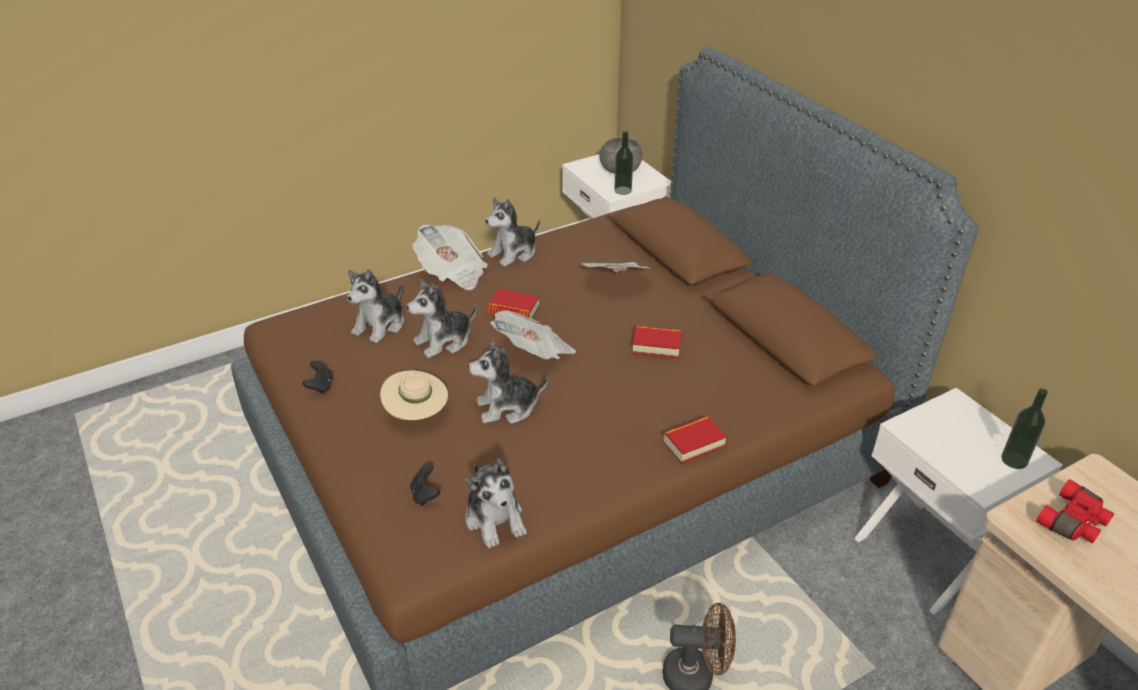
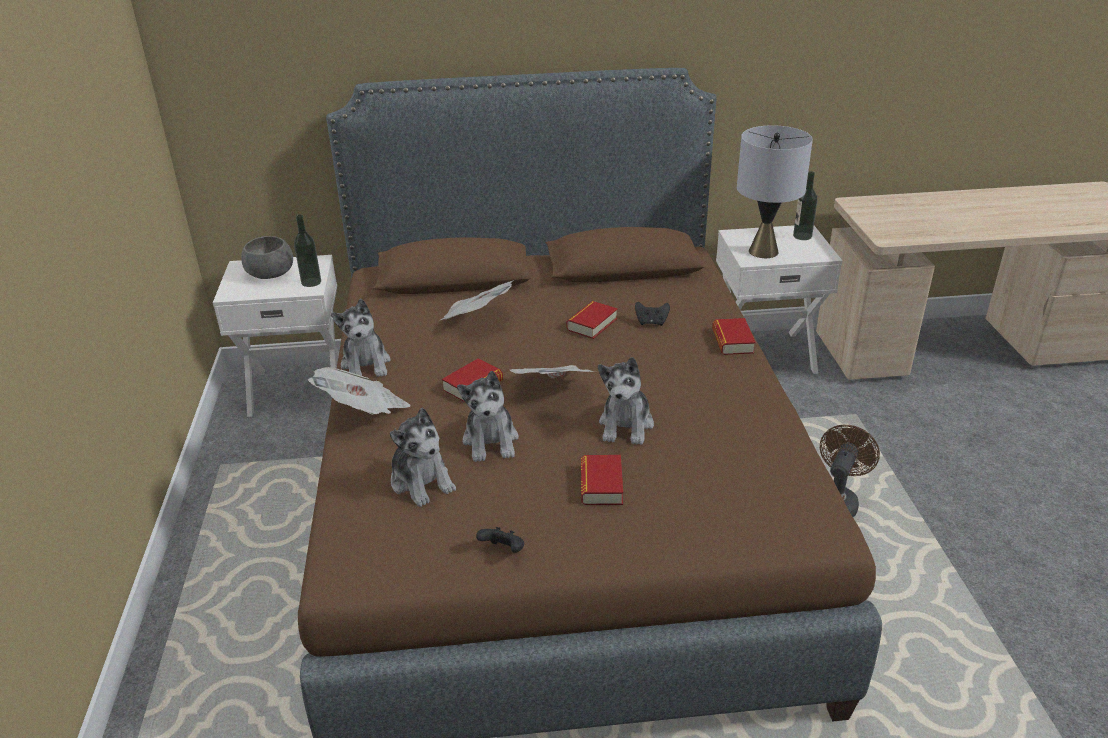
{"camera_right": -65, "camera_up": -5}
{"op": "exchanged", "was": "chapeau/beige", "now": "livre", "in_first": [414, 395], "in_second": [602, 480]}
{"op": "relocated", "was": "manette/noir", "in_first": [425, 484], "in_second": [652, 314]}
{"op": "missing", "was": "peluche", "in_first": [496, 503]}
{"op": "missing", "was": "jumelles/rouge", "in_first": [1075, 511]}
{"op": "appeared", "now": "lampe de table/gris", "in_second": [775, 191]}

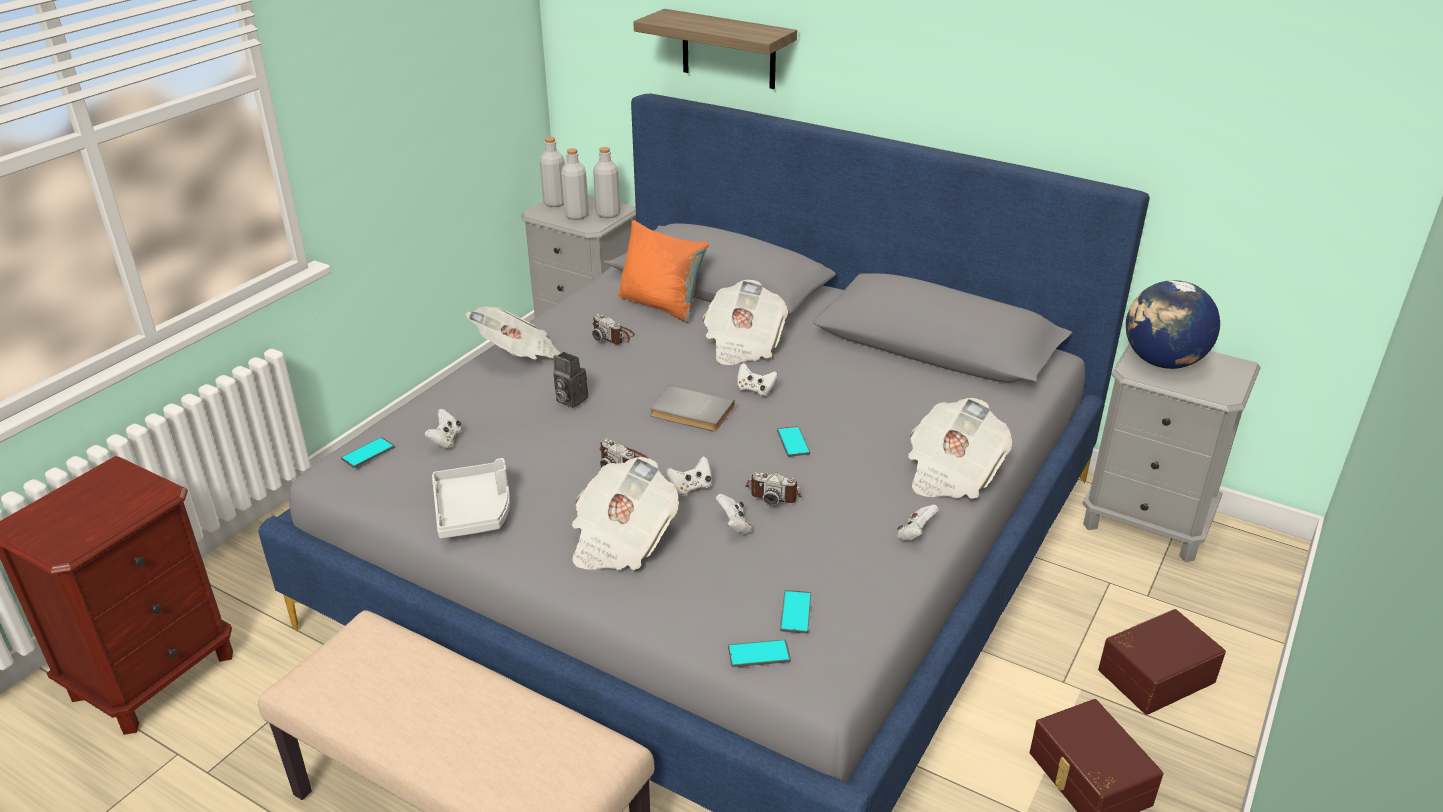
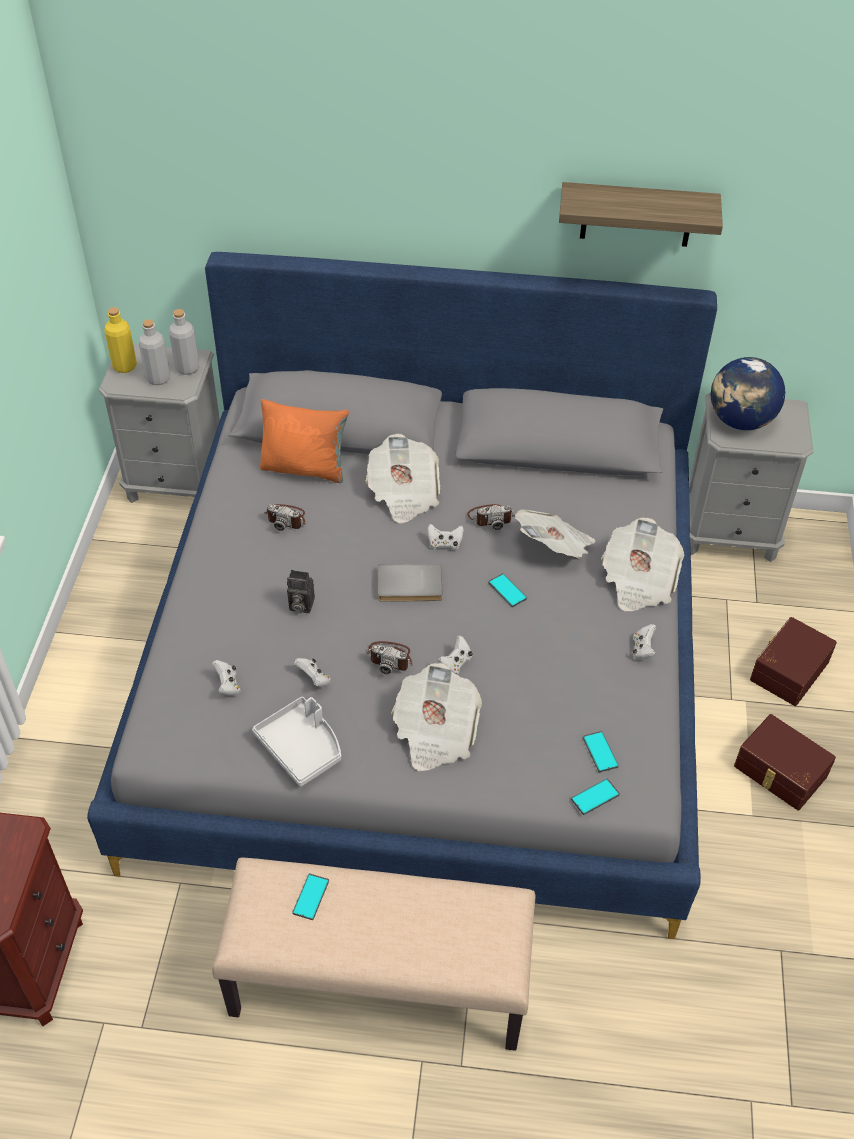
{"camera_right": -25, "camera_up": 15}
{"op": "relocated", "was": "téléphone", "in_first": [368, 452], "in_second": [310, 896]}
{"op": "relocated", "was": "journal", "in_first": [513, 332], "in_second": [555, 533]}
{"op": "colour", "was": "bouteille/gris", "now": "bouteille/jaune", "in_first": [552, 172], "in_second": [120, 340]}
{"op": "relocated", "was": "étagère", "in_first": [715, 49], "in_second": [641, 214]}
{"op": "relocated", "was": "manette/blanc", "in_first": [734, 514], "in_second": [312, 672]}
{"op": "relocated", "was": "appareil photo", "in_first": [774, 489], "in_second": [491, 517]}

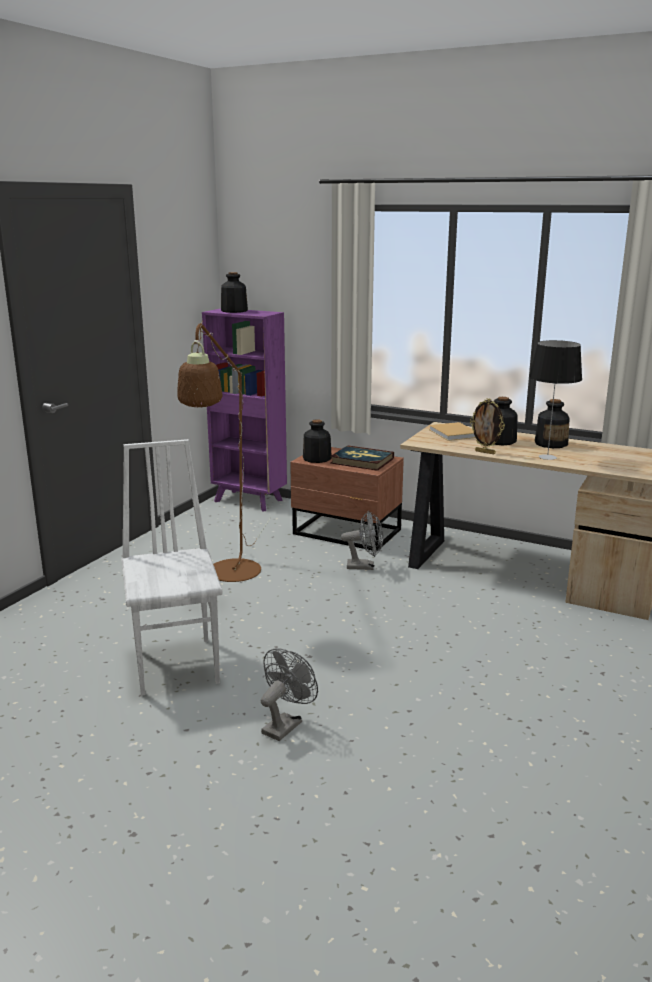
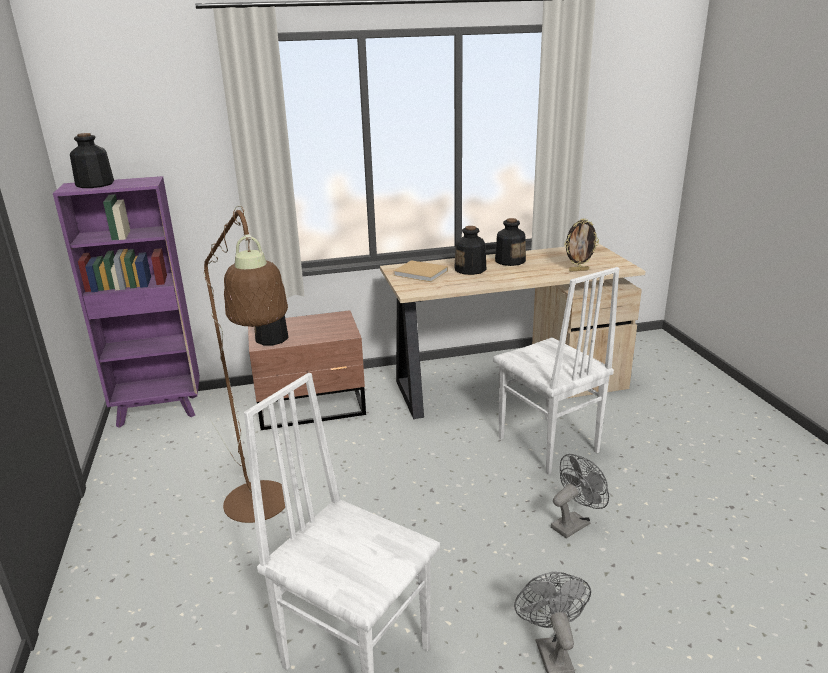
{"camera_right": -40, "camera_up": 5}
{"op": "missing", "was": "livre", "in_first": [362, 458]}
{"op": "relocated", "was": "ventilateur/gris", "in_first": [362, 540], "in_second": [580, 496]}
{"op": "relocated", "was": "cadre photo", "in_first": [487, 426], "in_second": [581, 245]}
{"op": "missing", "was": "lampe de table", "in_first": [555, 400]}
{"op": "appeared", "now": "chaise/blanc", "in_second": [556, 371]}

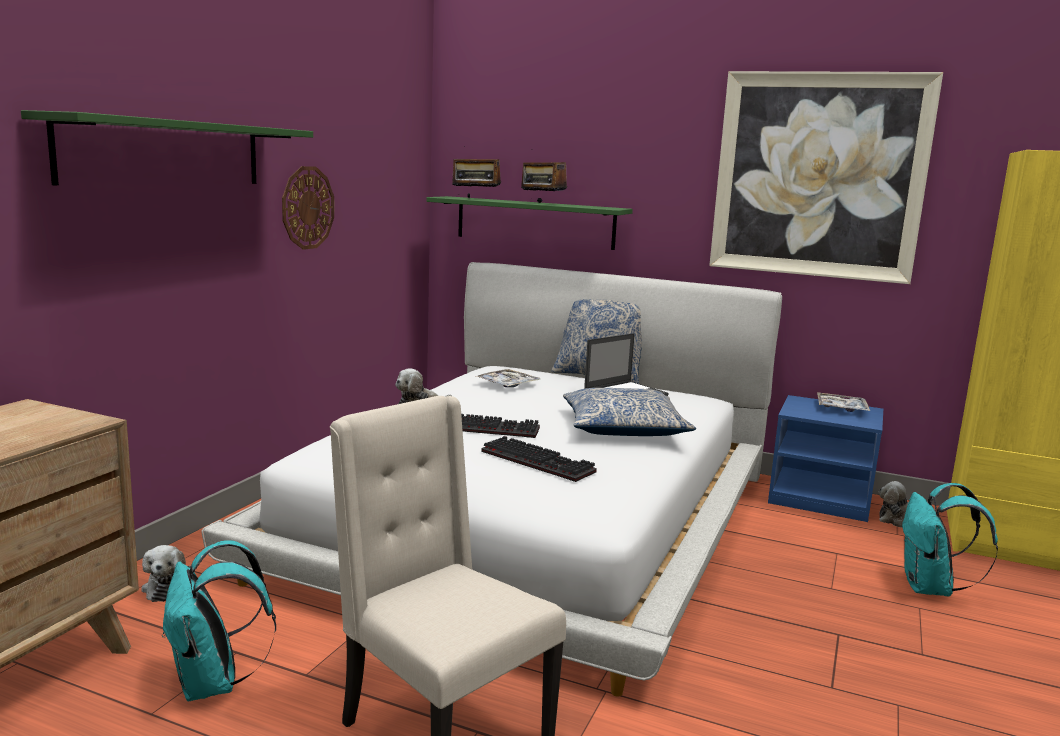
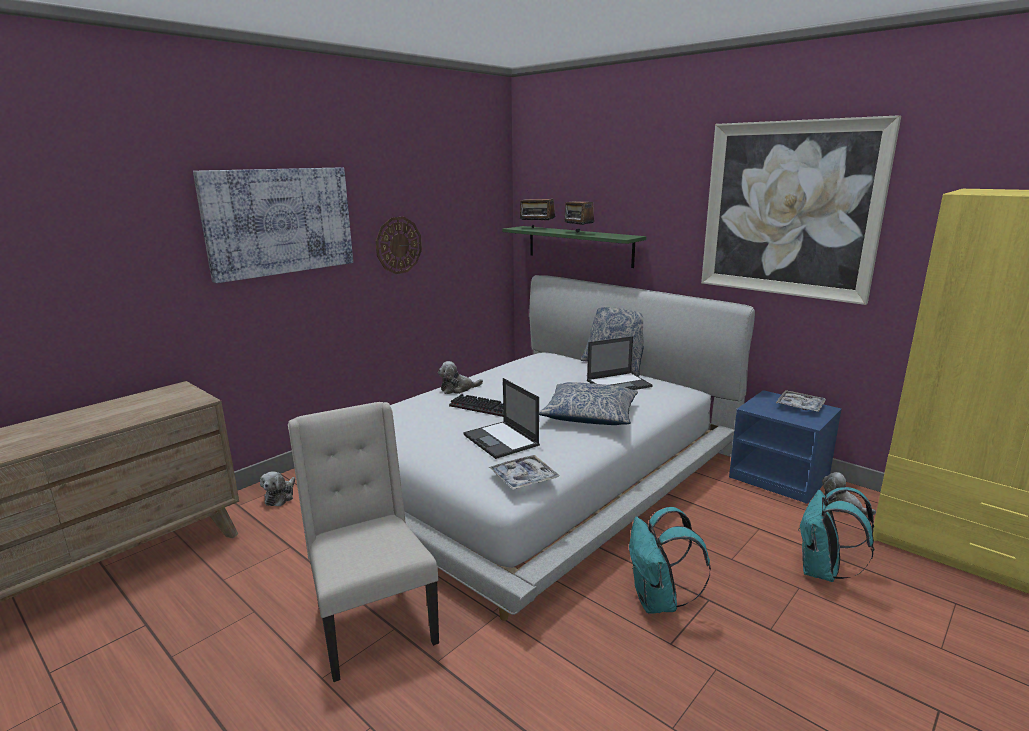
{"camera_right": 20, "camera_up": 5}
{"op": "exchanged", "was": "étagère/vert", "now": "tableau", "in_first": [167, 147], "in_second": [273, 225]}
{"op": "relocated", "was": "sac à dos/turquoise", "in_first": [219, 620], "in_second": [670, 560]}
{"op": "relocated", "was": "plateau", "in_first": [508, 378], "in_second": [524, 472]}
{"op": "exchanged", "was": "clavier", "now": "ordinateur portable", "in_first": [539, 459], "in_second": [501, 418]}

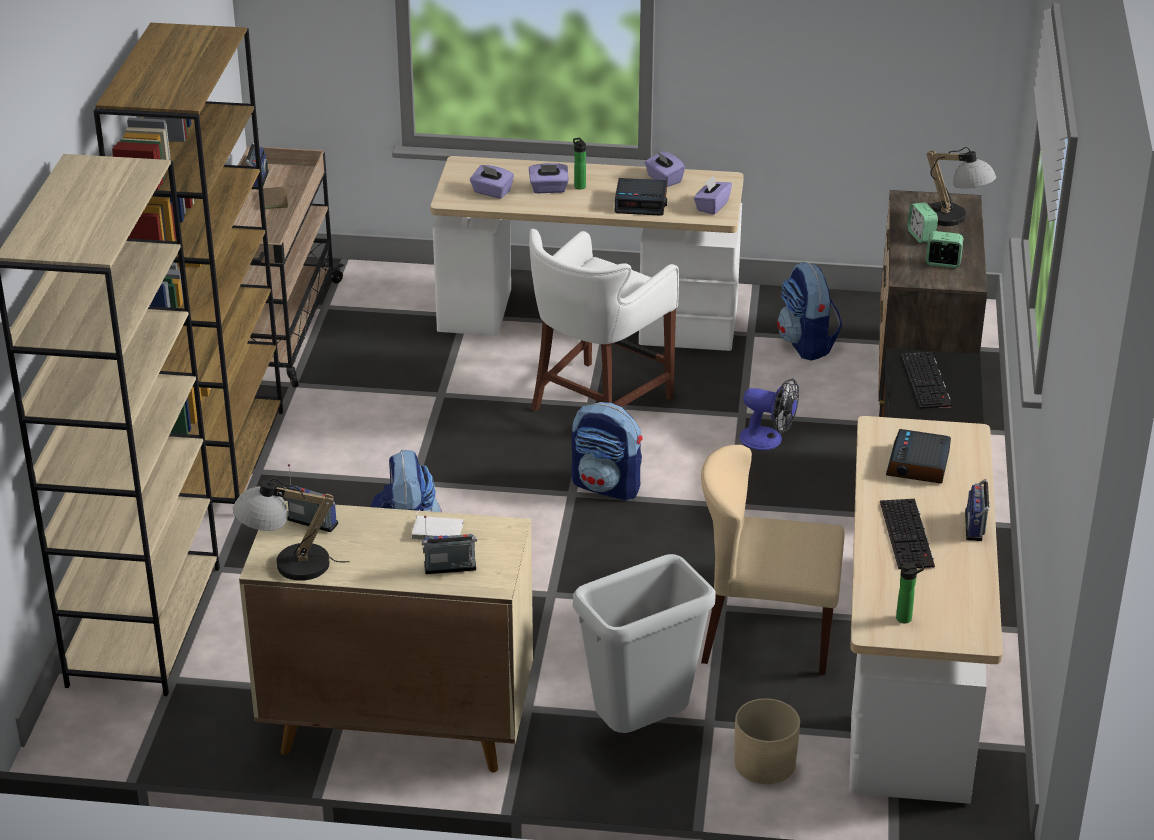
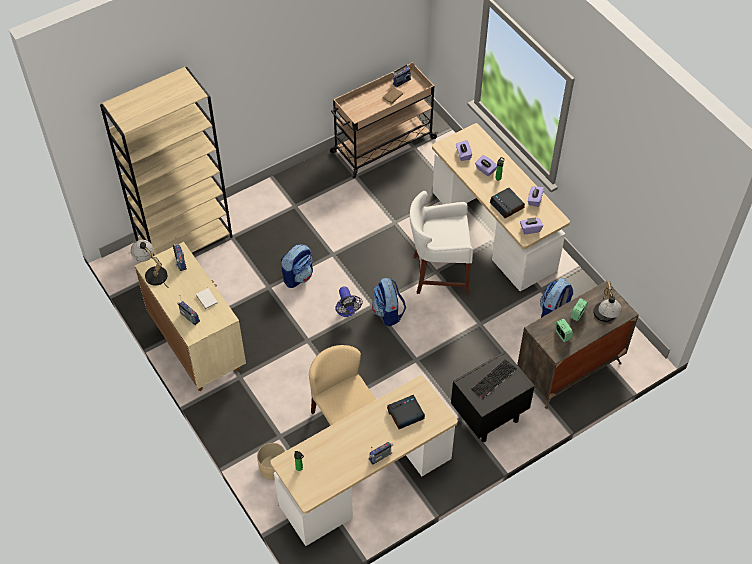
{"camera_right": 50, "camera_up": 20}
{"op": "missing", "was": "bibliothèque/marron", "in_first": [188, 263]}
{"op": "missing", "was": "poubelle/gris", "in_first": [644, 643]}
{"op": "relocated", "was": "ventilateur", "in_first": [769, 414], "in_second": [349, 301]}
{"op": "missing", "was": "clavier", "in_first": [907, 534]}

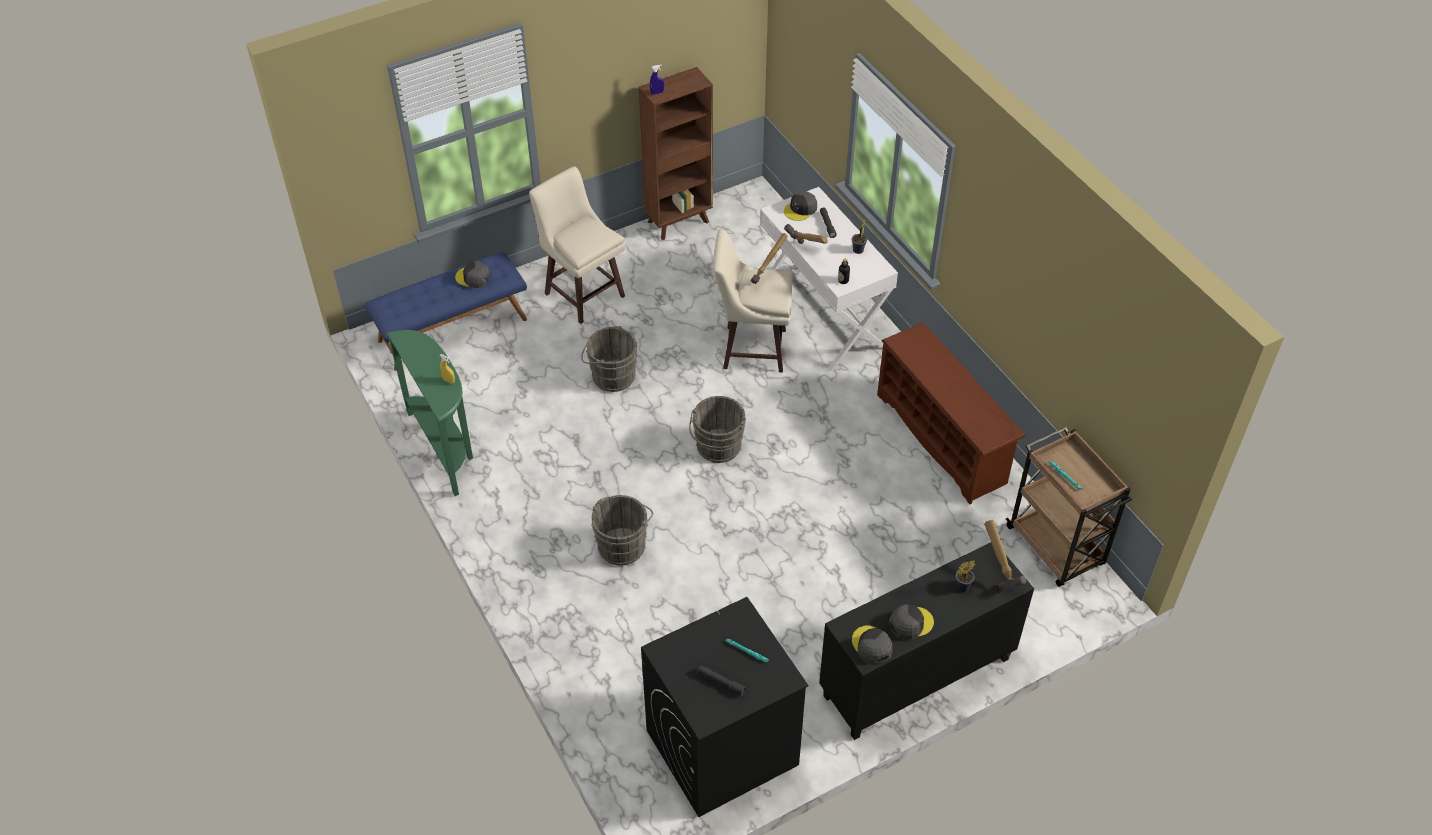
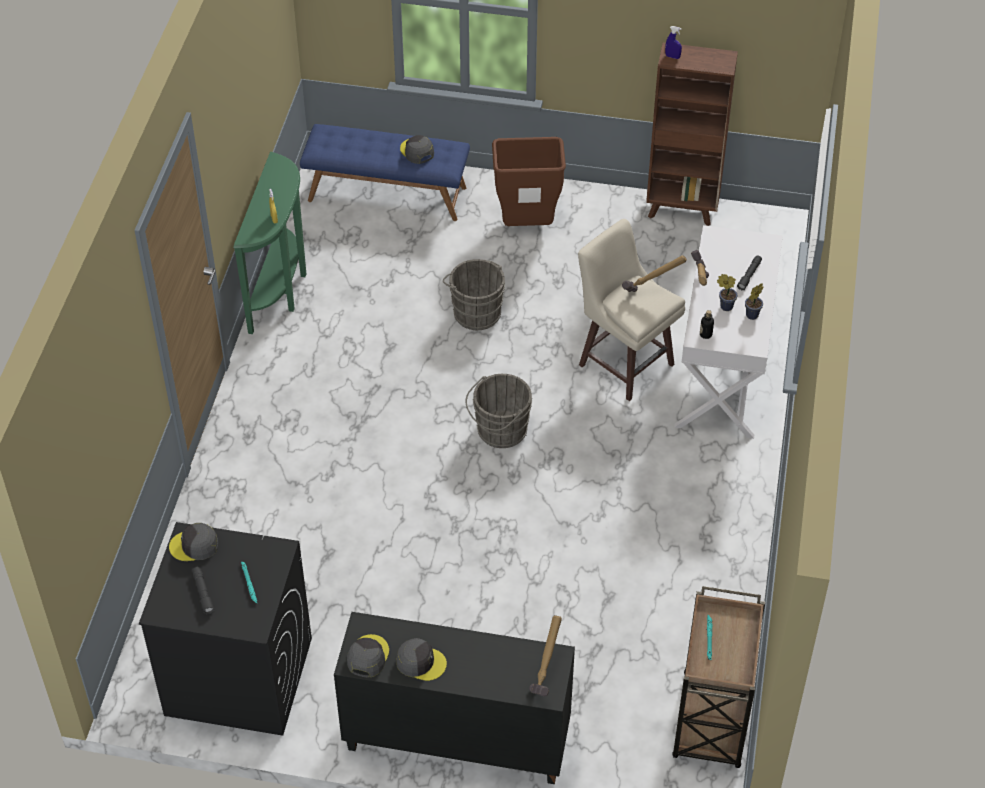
{"camera_right": 40, "camera_up": 0}
{"op": "exchanged", "was": "tabouret/beige", "now": "poubelle/marron", "in_first": [577, 245], "in_second": [529, 181]}
{"op": "missing", "was": "seau/gris", "in_first": [622, 530]}
{"op": "relocated", "was": "casquette/gris", "in_first": [800, 206], "in_second": [193, 542]}
{"op": "missing", "was": "étagère à chaussures/marron", "in_first": [951, 413]}
{"op": "relocated", "was": "plante en pot", "in_first": [965, 576], "in_second": [727, 292]}

